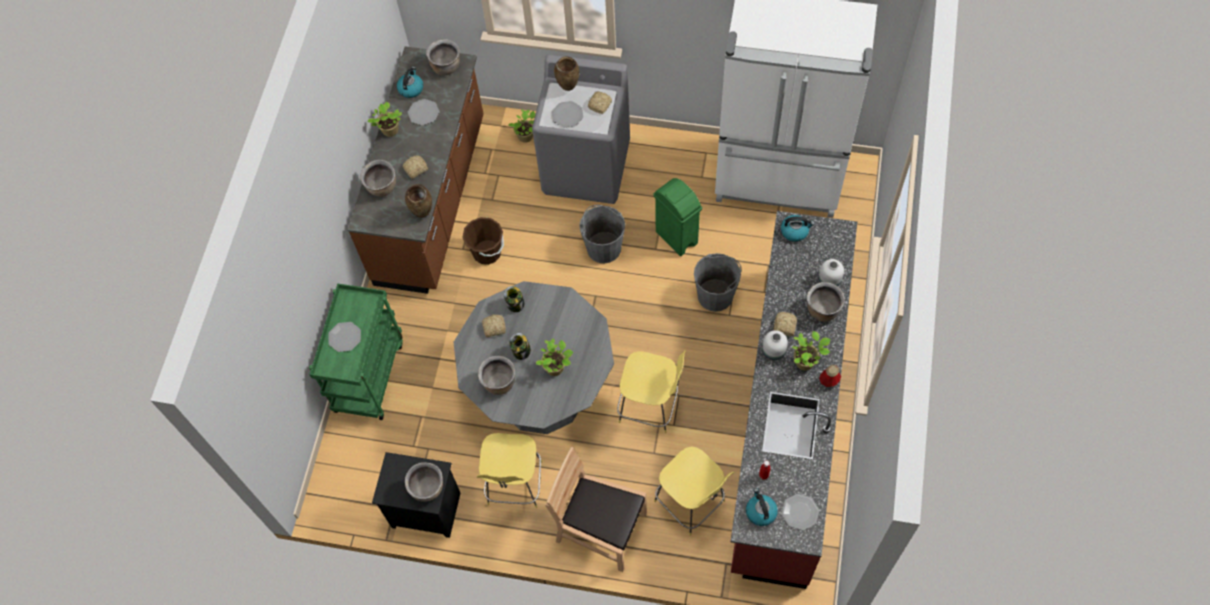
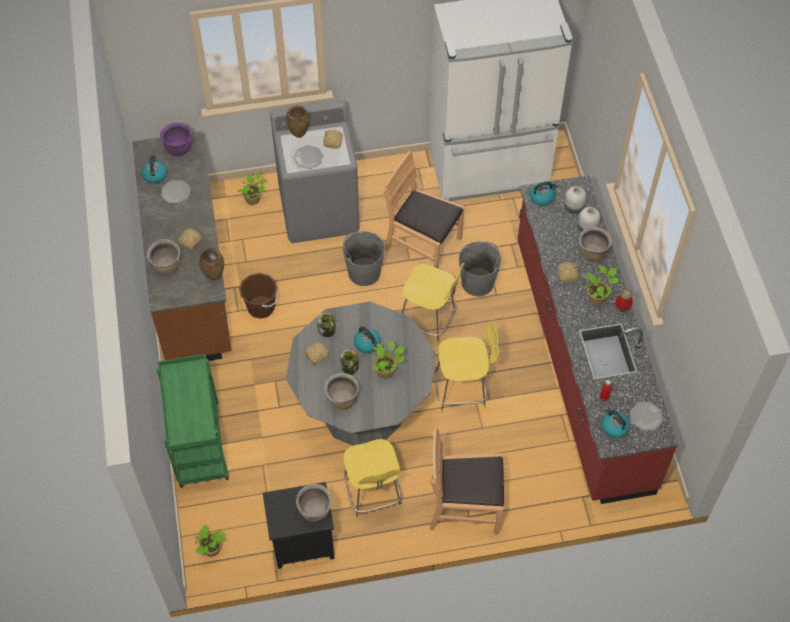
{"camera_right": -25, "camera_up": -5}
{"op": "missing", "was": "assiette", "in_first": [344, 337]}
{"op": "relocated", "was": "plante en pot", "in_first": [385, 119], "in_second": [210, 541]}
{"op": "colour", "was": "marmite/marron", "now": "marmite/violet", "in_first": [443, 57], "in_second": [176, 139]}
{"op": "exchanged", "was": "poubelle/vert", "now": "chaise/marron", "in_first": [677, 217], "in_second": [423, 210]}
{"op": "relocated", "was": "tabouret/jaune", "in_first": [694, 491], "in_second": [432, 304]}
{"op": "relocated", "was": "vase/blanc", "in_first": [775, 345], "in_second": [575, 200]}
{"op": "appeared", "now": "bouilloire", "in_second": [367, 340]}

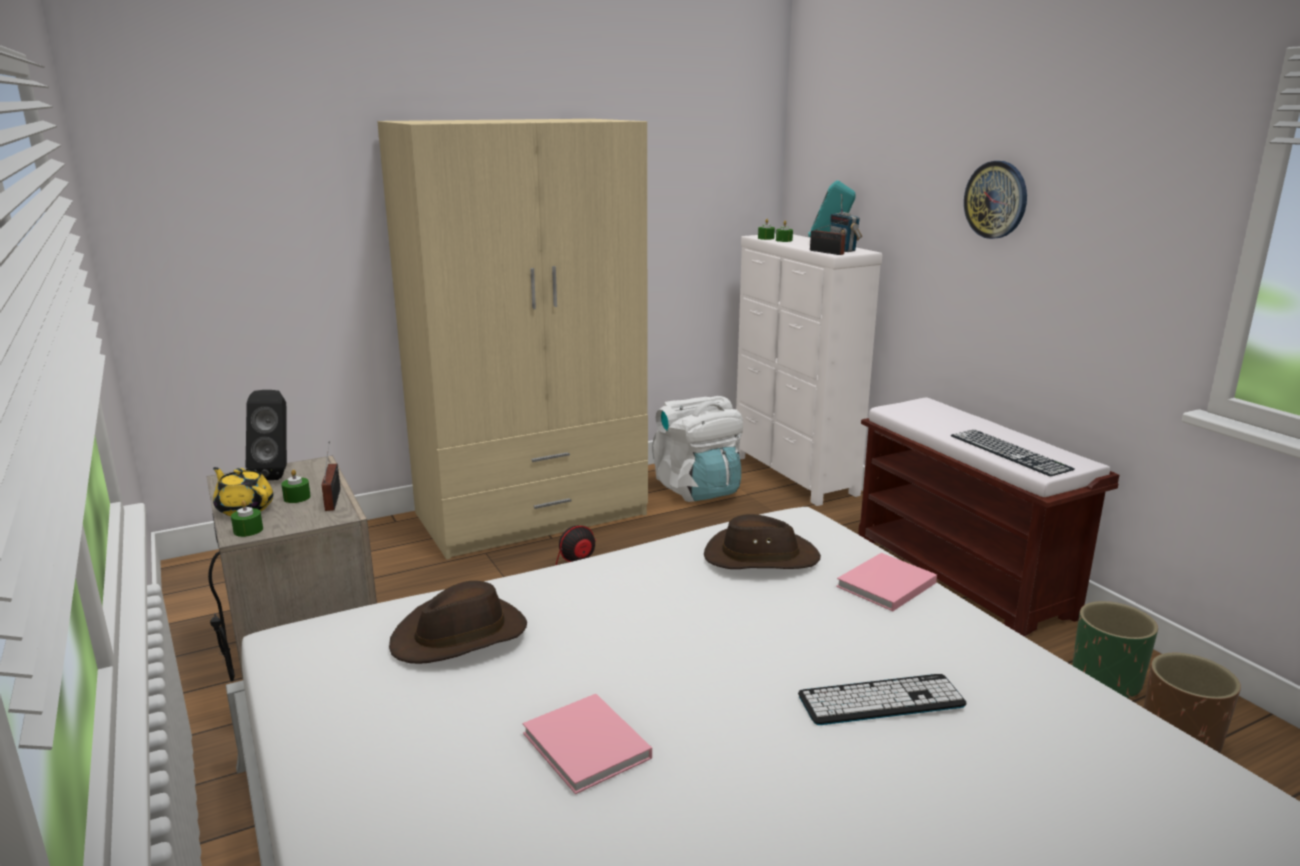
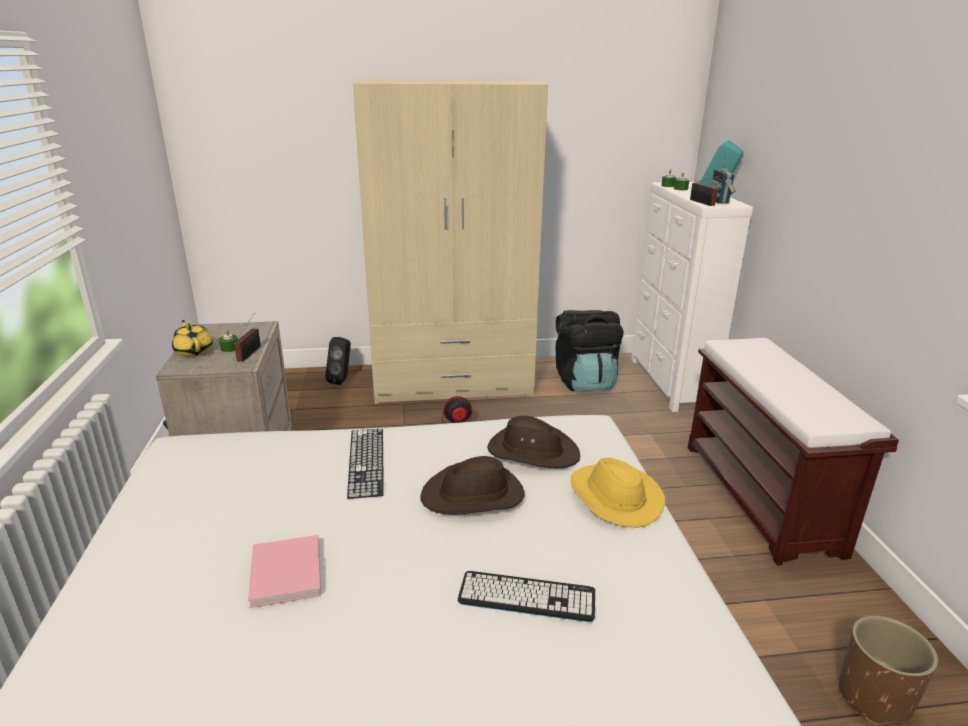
{"camera_right": 20, "camera_up": 5}
{"op": "missing", "was": "bougie/vert", "in_first": [247, 518]}
{"op": "relocated", "was": "enceinte/noir", "in_first": [266, 435], "in_second": [338, 361]}
{"op": "relocated", "was": "chapeau/marron", "in_first": [458, 622], "in_second": [472, 485]}
{"op": "colour", "was": "sac à dos/blanc", "now": "sac à dos/noir", "in_first": [697, 449], "in_second": [590, 350]}
{"op": "exchanged", "was": "livre/rose", "now": "chapeau/jaune", "in_first": [886, 582], "in_second": [618, 493]}
{"op": "relocated", "was": "clavier", "in_first": [1013, 453], "in_second": [365, 464]}
{"op": "missing", "was": "horloge murale", "in_first": [995, 200]}
{"op": "missing", "was": "cache-pot/vert", "in_first": [1115, 650]}

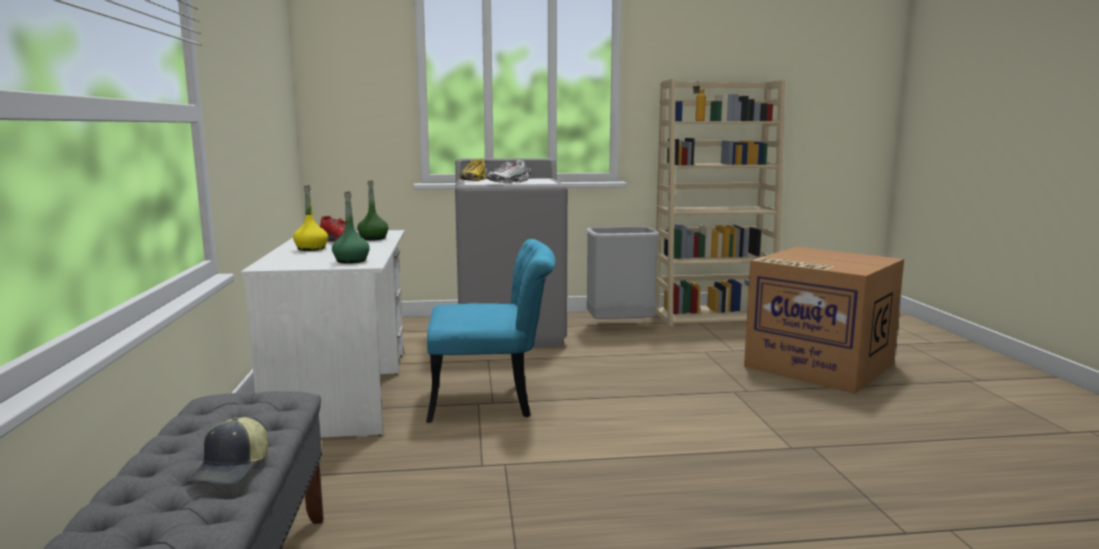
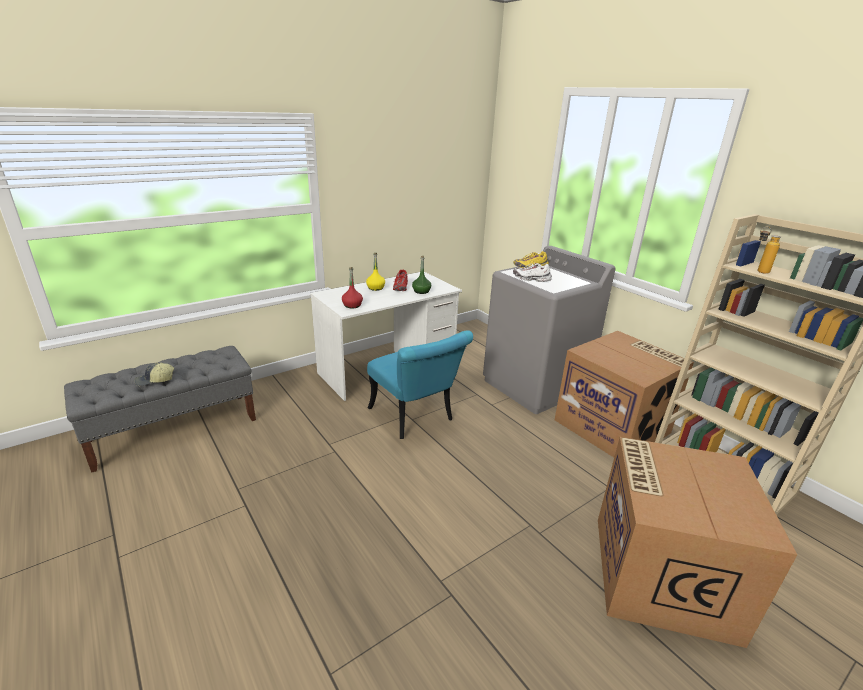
{"camera_right": 60, "camera_up": 15}
{"op": "colour", "was": "bouteille/vert", "now": "bouteille/rouge", "in_first": [351, 227], "in_second": [352, 287]}
{"op": "exchanged", "was": "poubelle/gris", "now": "carton", "in_first": [623, 273], "in_second": [624, 394]}

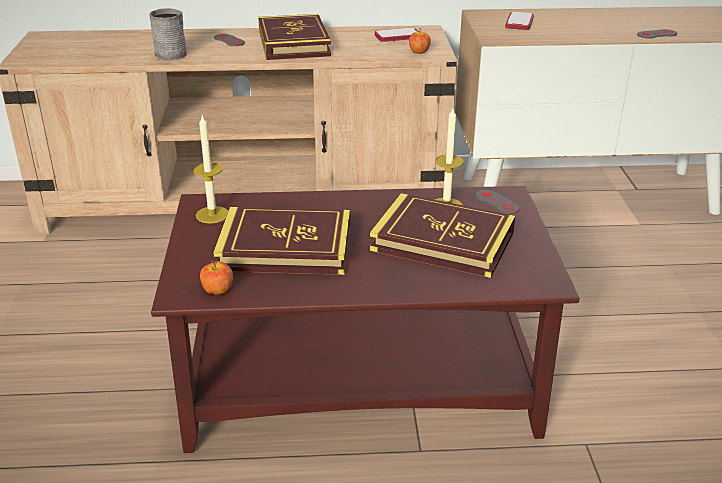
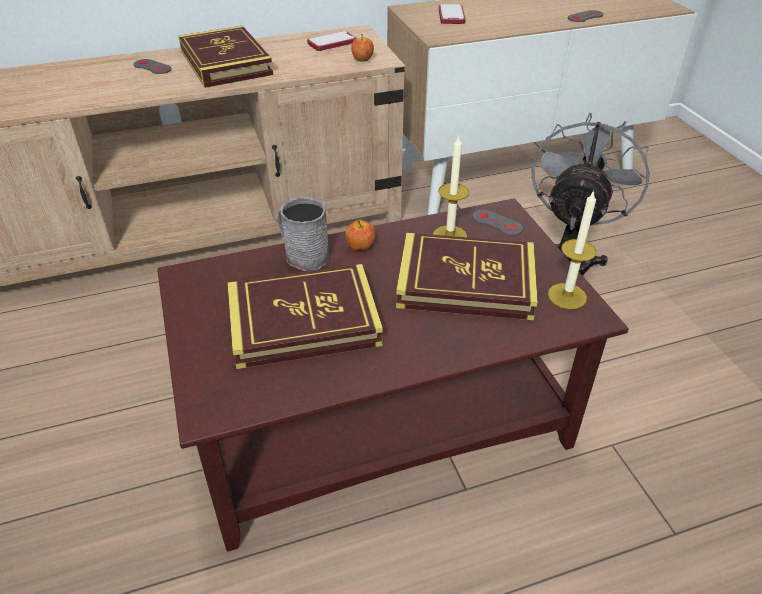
{"camera_right": -15, "camera_up": 10}
{"op": "relocated", "was": "mug/gris", "in_first": [168, 34], "in_second": [303, 234]}
{"op": "relocated", "was": "bougie", "in_first": [210, 170], "in_second": [572, 250]}
{"op": "relocated", "was": "pomme", "in_first": [216, 278], "in_second": [360, 235]}
{"op": "appeared", "now": "ventilateur/gris", "in_second": [590, 193]}

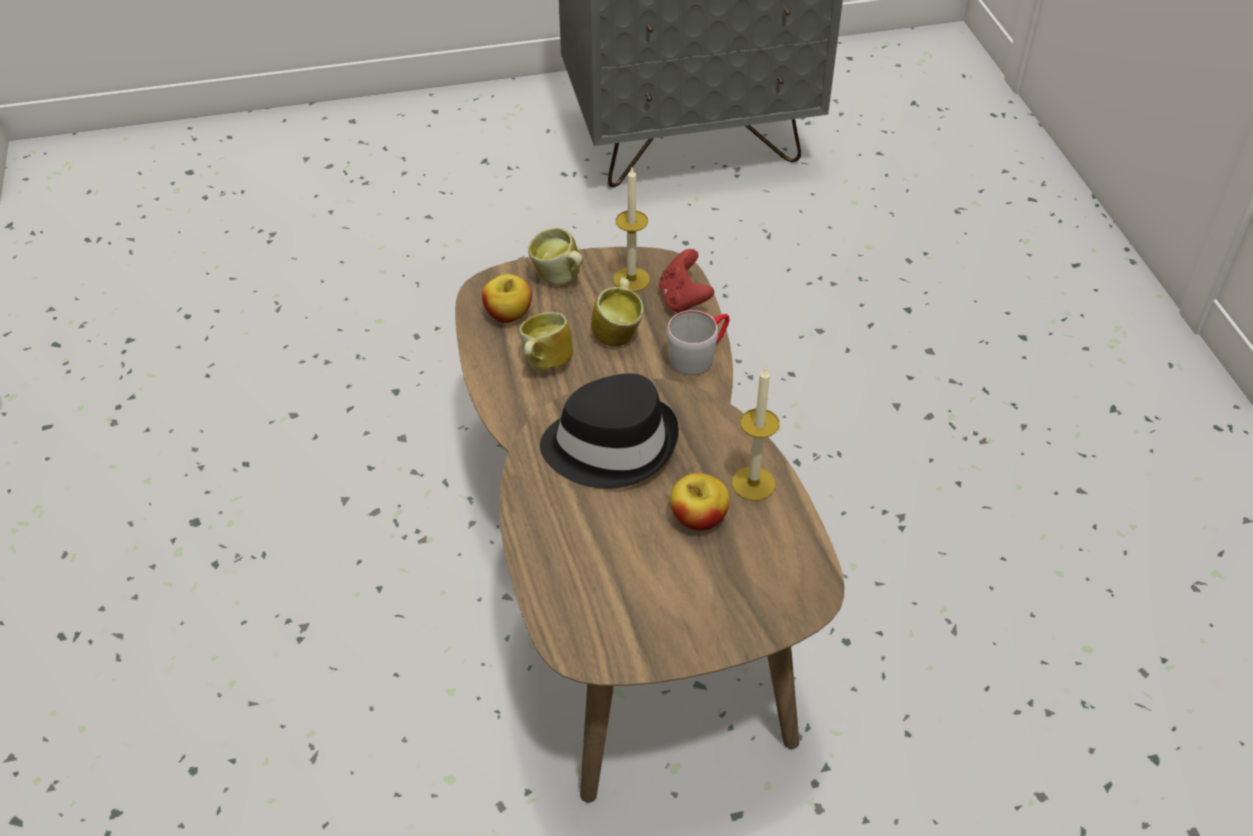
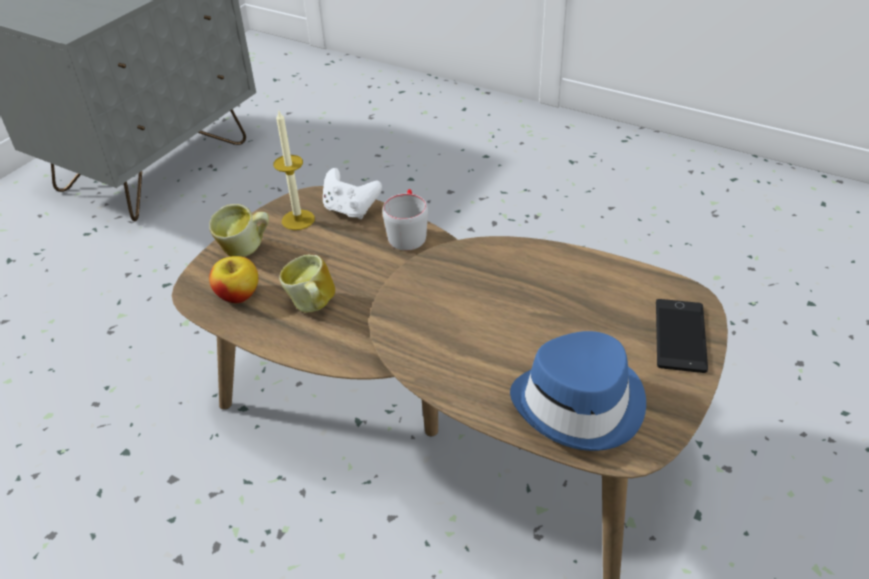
{"camera_right": -45, "camera_up": -5}
{"op": "missing", "was": "chapeau/noir", "in_first": [609, 431]}
{"op": "missing", "was": "mug", "in_first": [617, 311]}
{"op": "colour", "was": "manette/rouge", "now": "manette/blanc", "in_first": [686, 281], "in_second": [352, 193]}
{"op": "missing", "was": "pomme", "in_first": [700, 501]}
{"op": "missing", "was": "bougie", "in_first": [755, 434]}
{"op": "appeared", "now": "chapeau/bleu", "in_second": [578, 391]}
{"op": "appeared", "now": "téléphone", "in_second": [682, 336]}

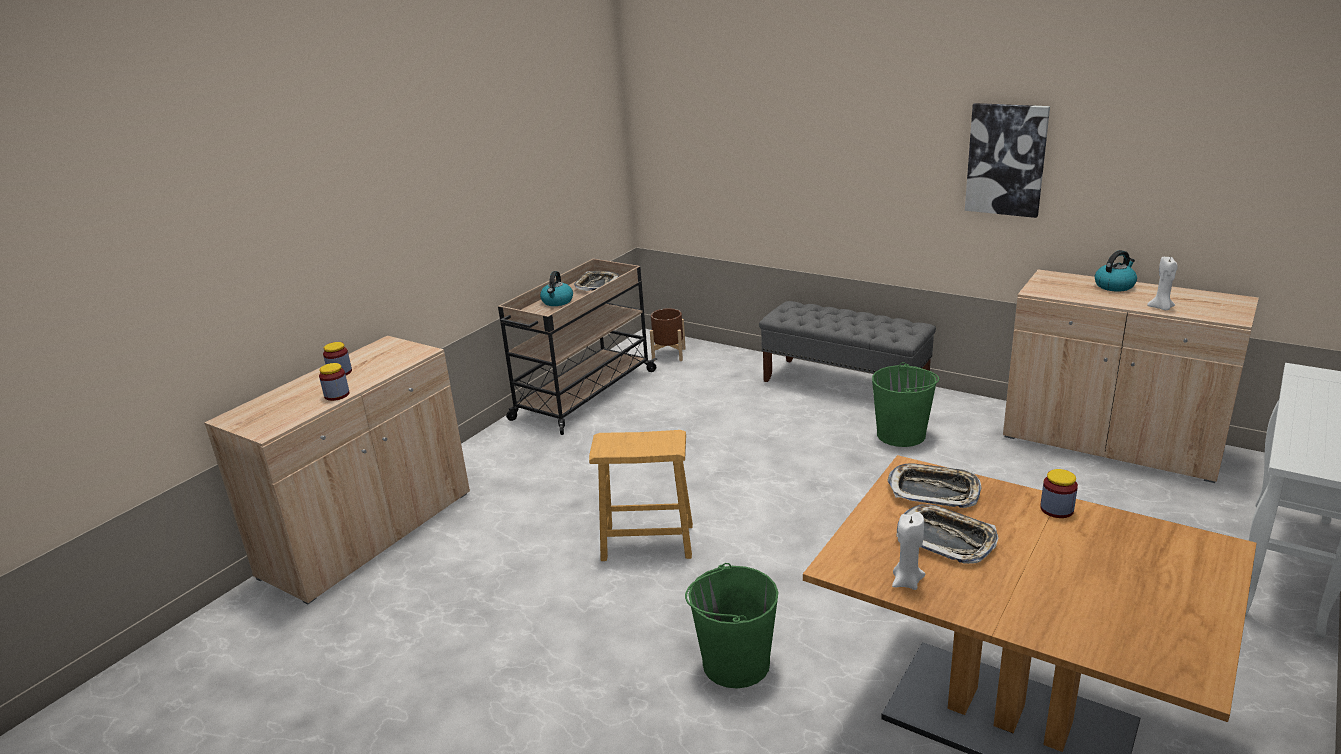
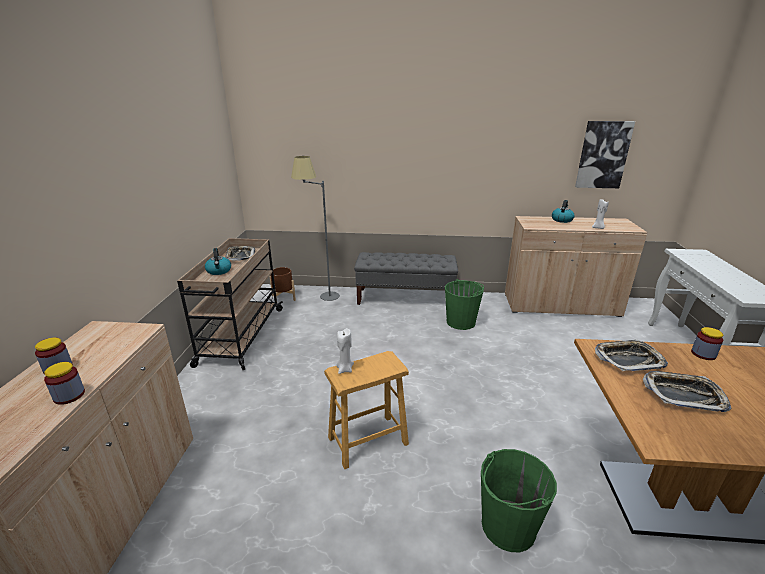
{"camera_right": -30, "camera_up": 0}
{"op": "relocated", "was": "bougie/blanc", "in_first": [908, 551], "in_second": [345, 351]}
{"op": "relocated", "was": "tableau", "in_first": [1007, 160], "in_second": [605, 154]}
{"op": "appeared", "now": "lampadaire/gris", "in_second": [315, 228]}

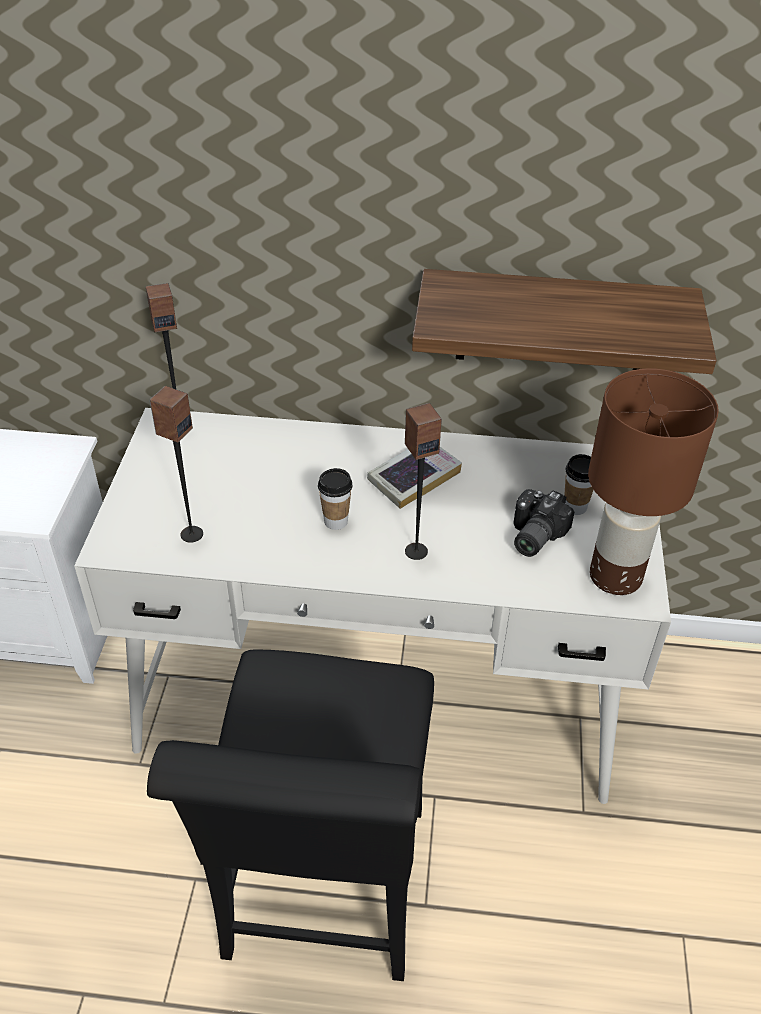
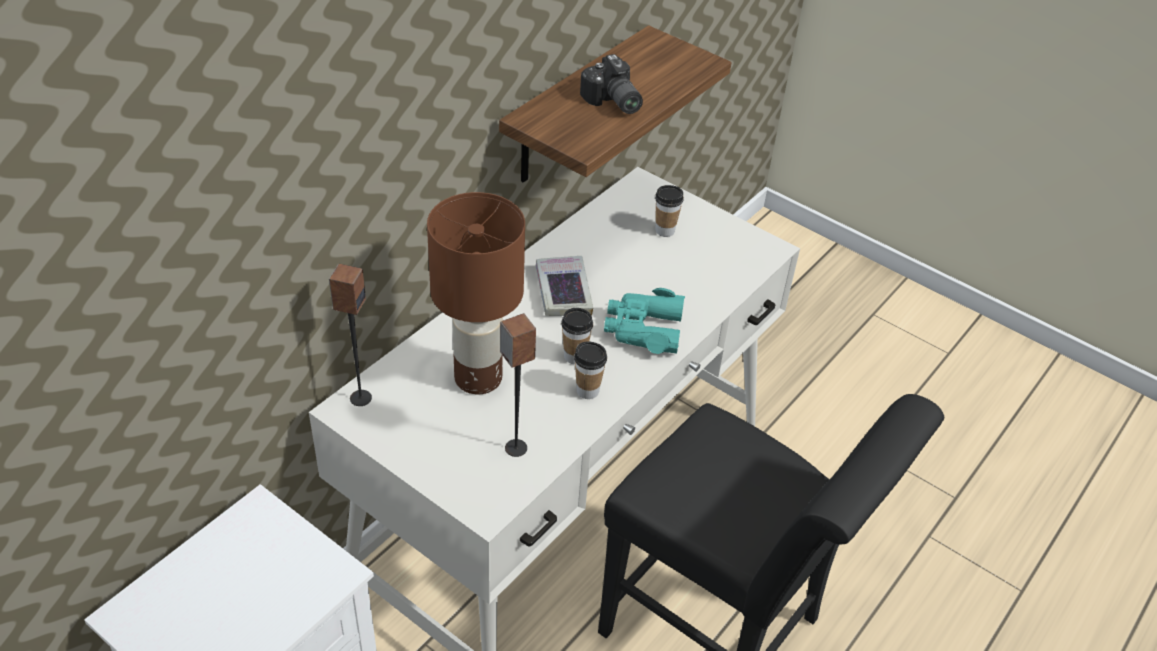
{"camera_right": -60, "camera_up": 0}
{"op": "exchanged", "was": "enceinte", "now": "jumelles/turquoise", "in_first": [423, 481], "in_second": [644, 321]}
{"op": "relocated", "was": "appareil photo", "in_first": [544, 523], "in_second": [611, 84]}
{"op": "relocated", "was": "lampe de table/marron", "in_first": [653, 481], "in_second": [476, 293]}
{"op": "appeared", "now": "tasse", "in_second": [590, 370]}

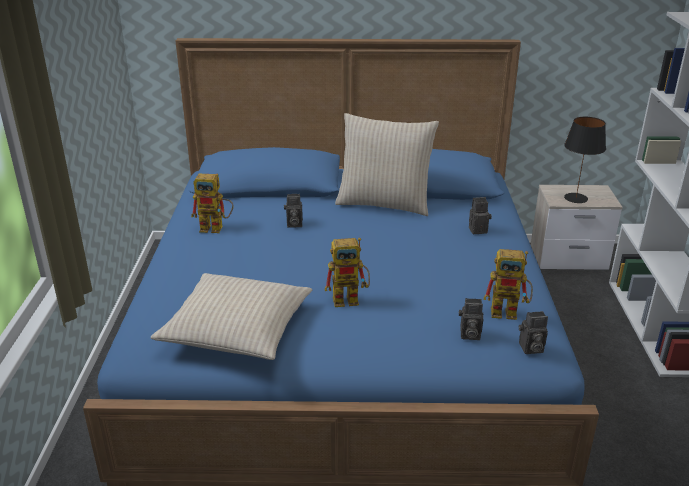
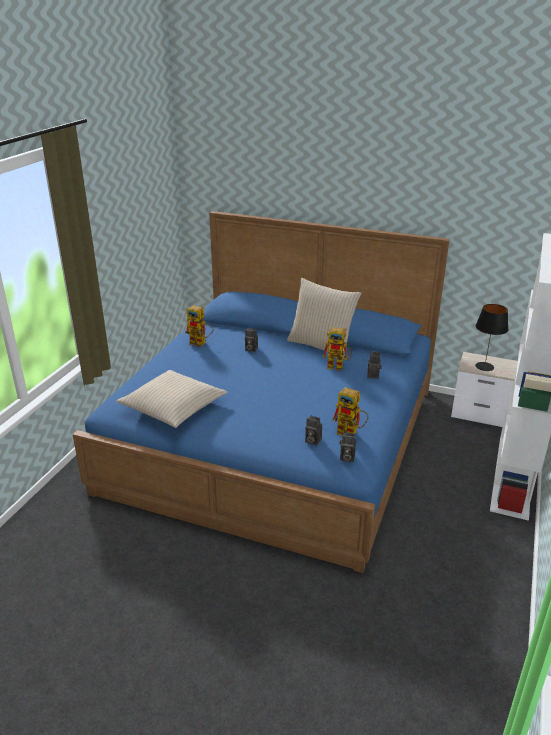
{"camera_right": 20, "camera_up": 0}
{"op": "relocated", "was": "robot jouet", "in_first": [347, 272], "in_second": [337, 349]}

